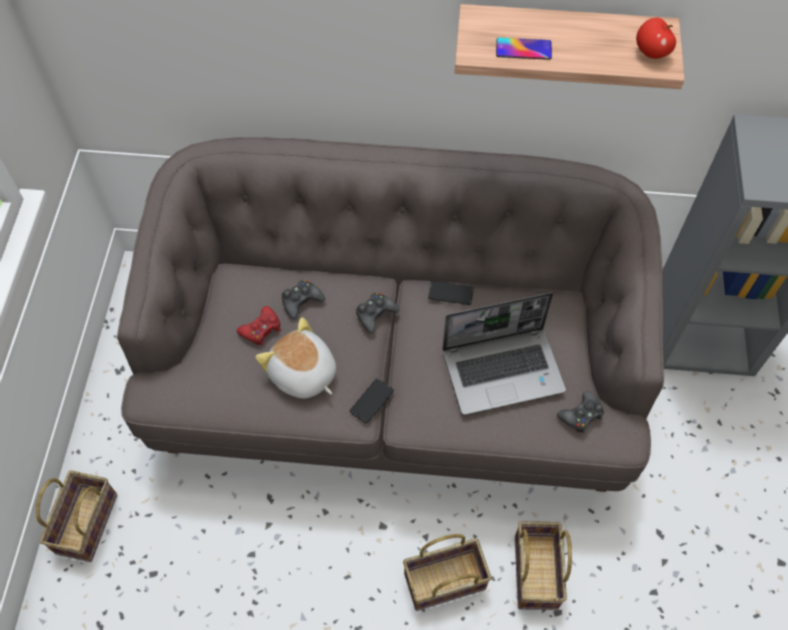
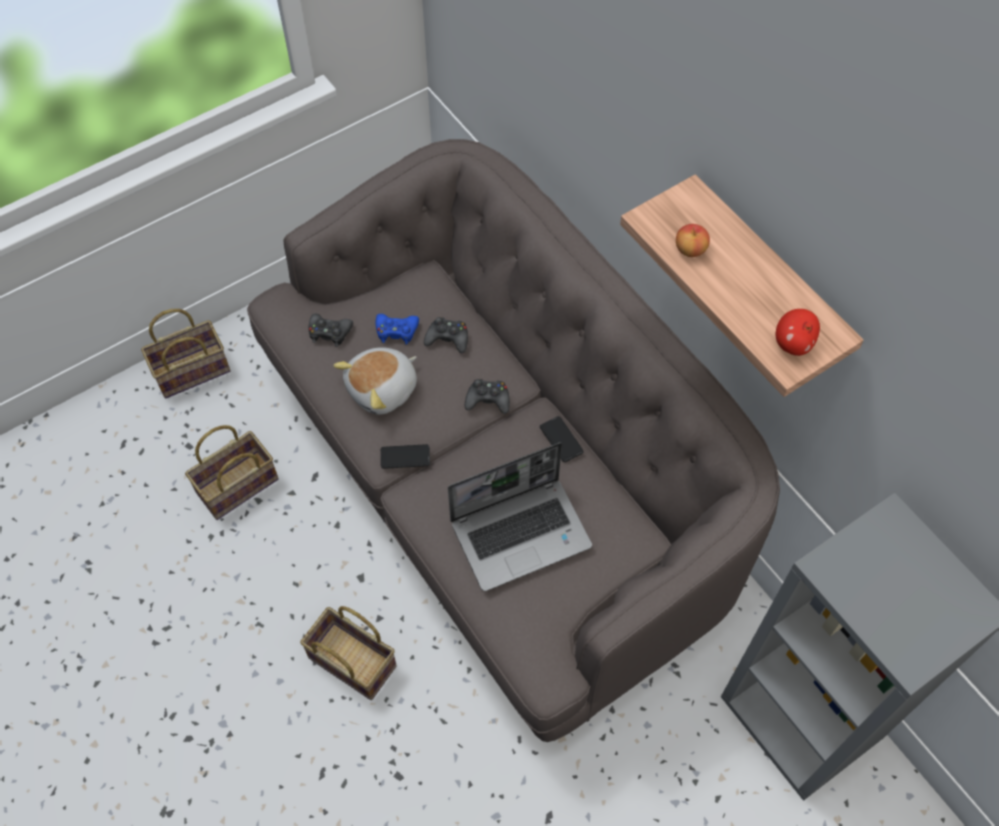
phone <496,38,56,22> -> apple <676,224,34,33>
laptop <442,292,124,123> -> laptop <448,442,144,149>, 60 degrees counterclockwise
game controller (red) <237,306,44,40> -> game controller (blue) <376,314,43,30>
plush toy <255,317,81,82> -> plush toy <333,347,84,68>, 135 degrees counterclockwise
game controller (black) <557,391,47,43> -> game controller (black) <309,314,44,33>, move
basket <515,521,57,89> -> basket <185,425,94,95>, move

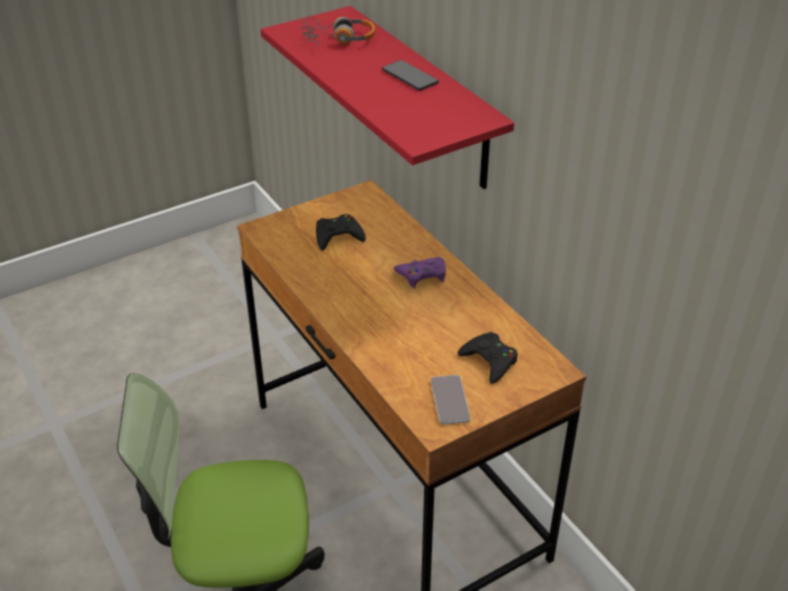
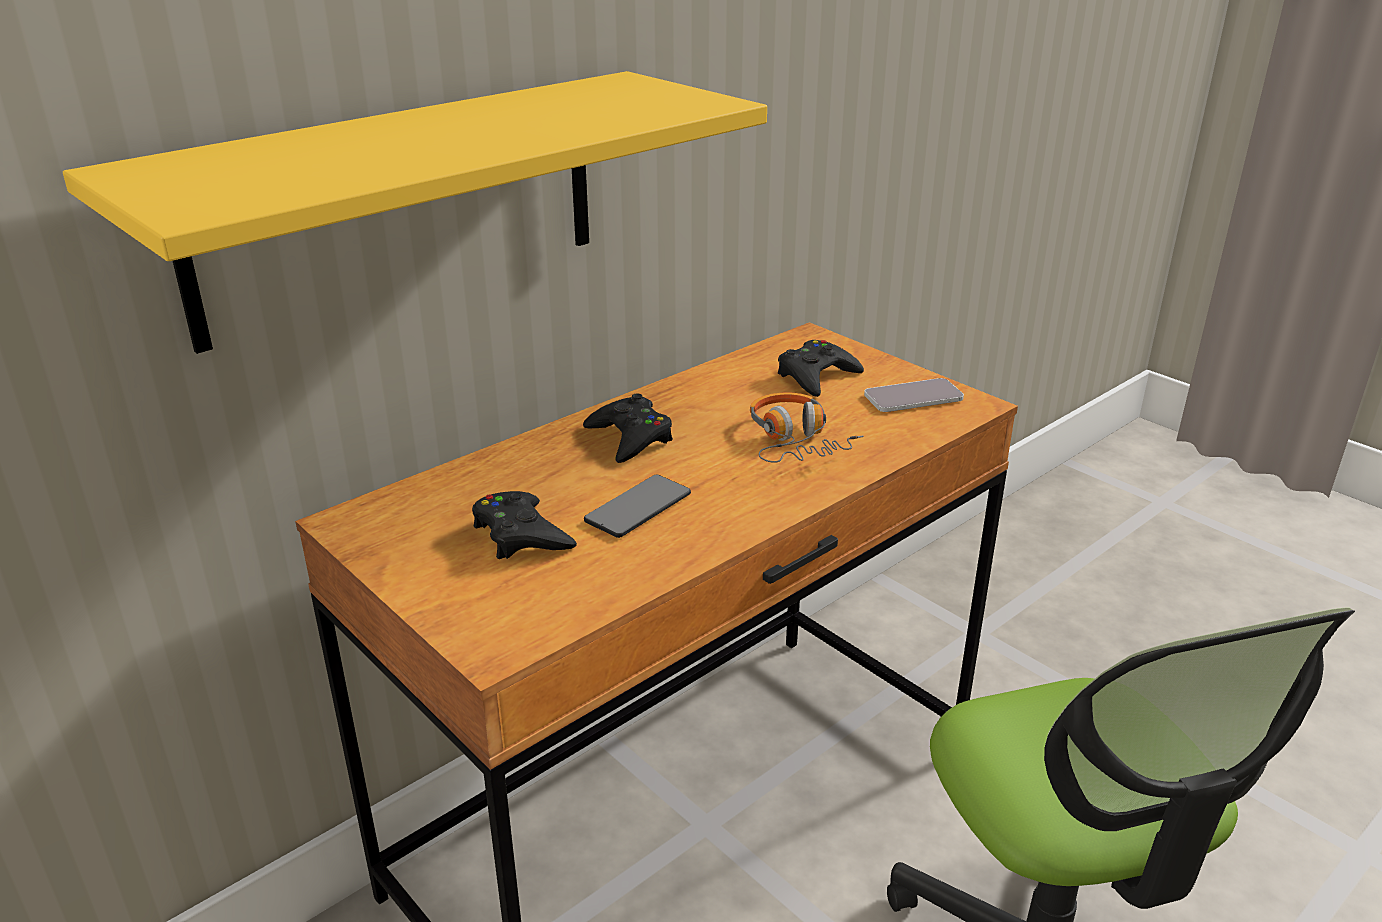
shelf (red) <261,6,253,183> -> shelf (yellow) <63,71,704,283>
headphones <301,17,74,29> -> headphones <750,393,113,70>, move
phone <382,60,57,31> -> phone <584,474,107,64>, move
game controller (purple) <394,257,52,31> -> game controller (black) <583,394,90,69>

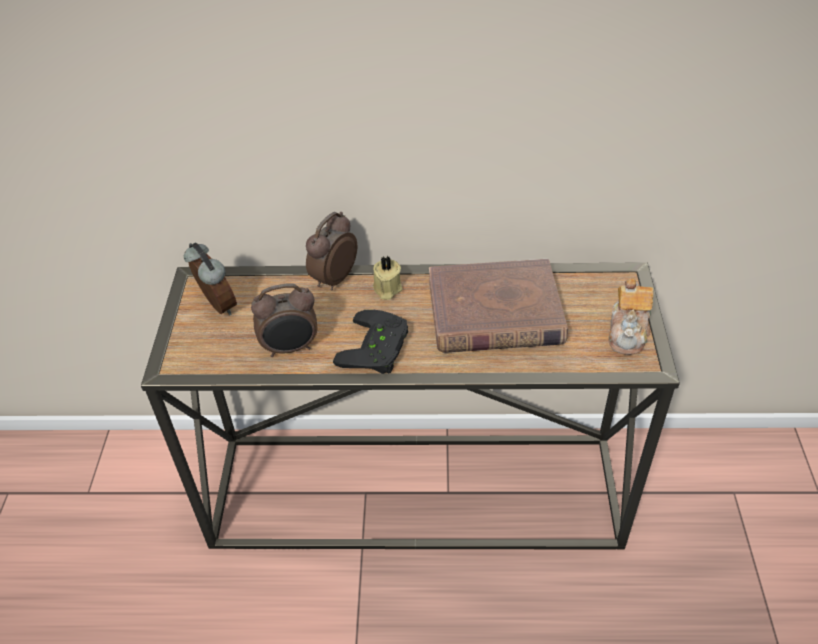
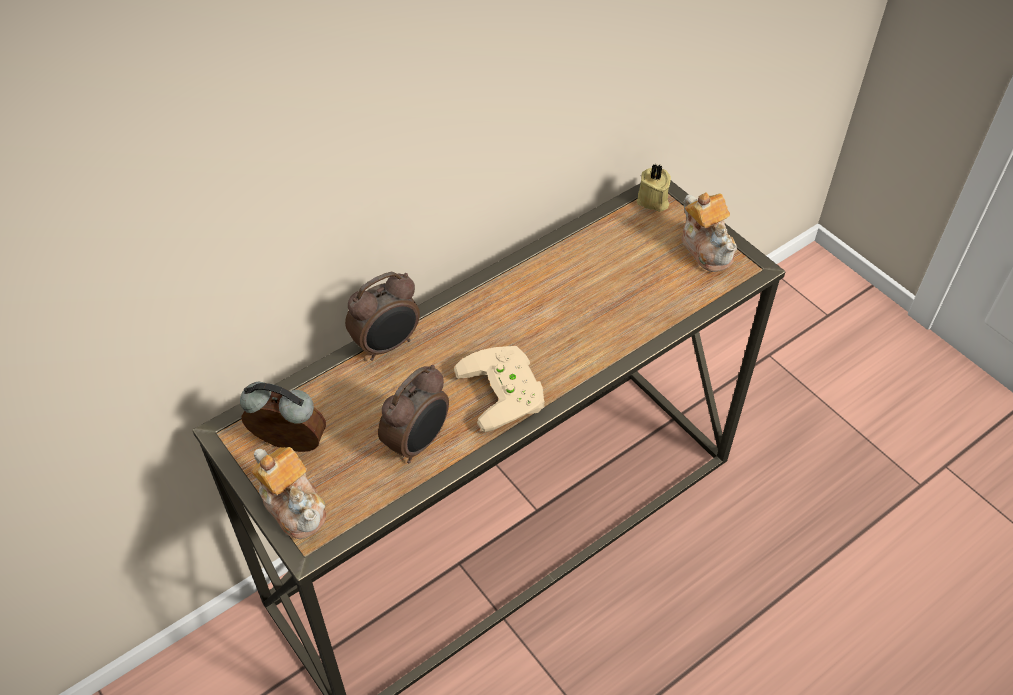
alarm clock <306,212,51,79> -> alarm clock <345,272,75,89>, 120 degrees counterclockwise
candle (beige) <373,256,29,44> -> candle (beige) <637,163,34,49>, move
book (brown) <429,259,139,94> -> none
game controller (black) <333,310,75,64> -> game controller (beige) <454,346,91,86>
none -> teapot <251,447,75,92>

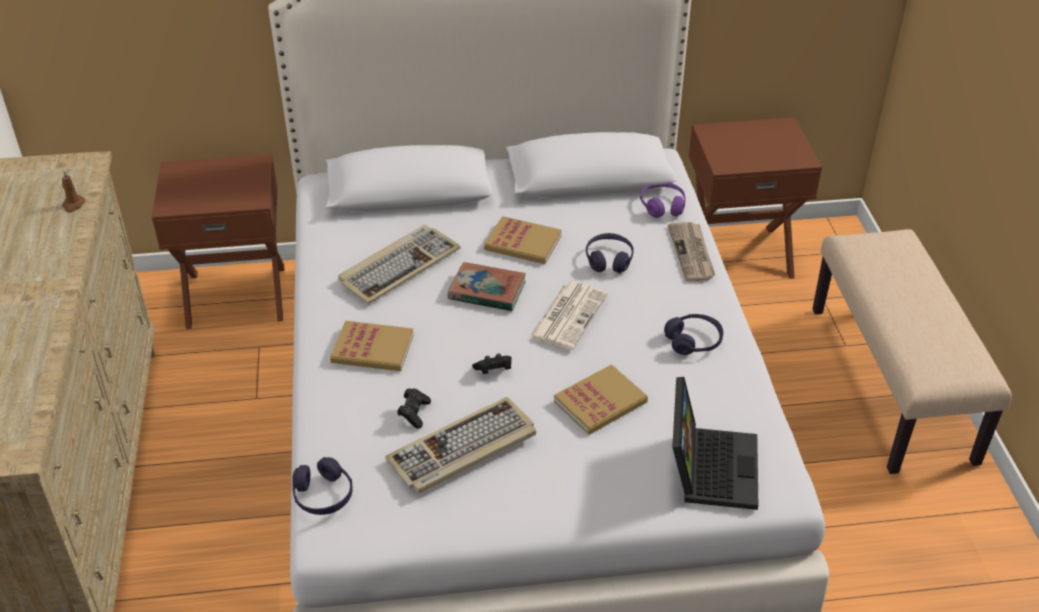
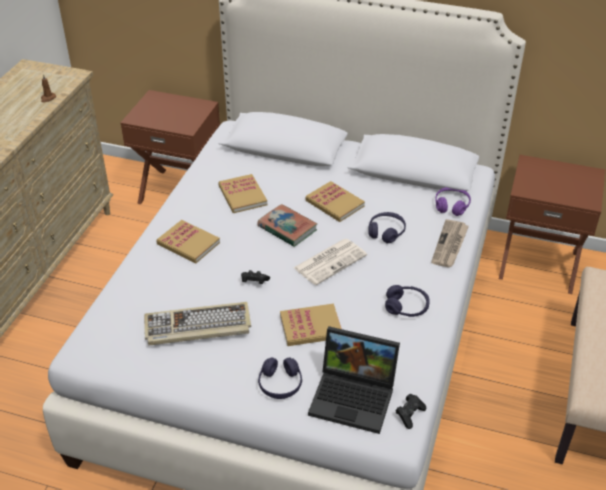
keyboard <338,224,122,80> -> book <218,174,49,39>
laptop <672,377,86,133> -> laptop <308,326,92,108>, 75 degrees clockwise
game controller (black) <397,388,34,41> -> game controller (black) <396,394,30,35>, move
headphones (purple) <292,457,61,58> -> headphones (purple) <258,357,44,42>, move

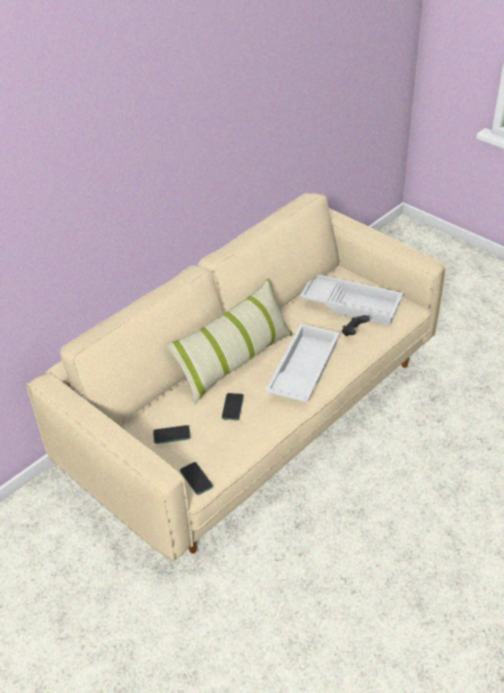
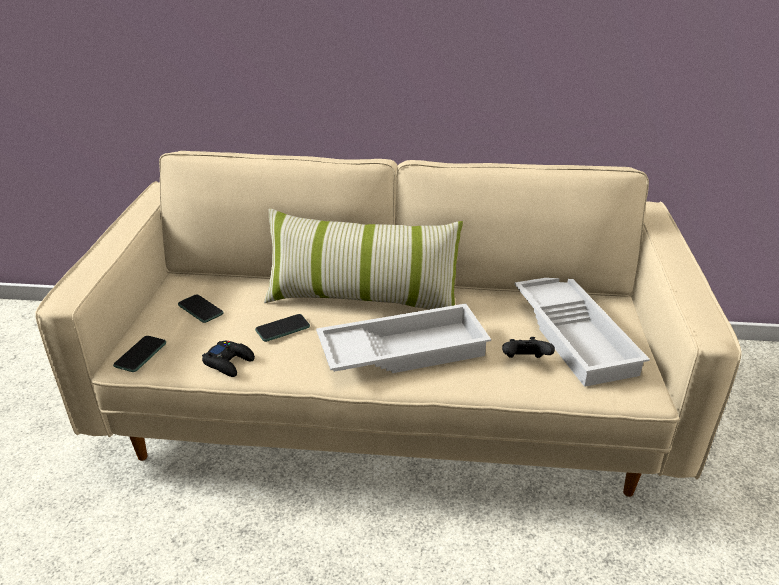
none -> game controller (black) <202,341,53,36>

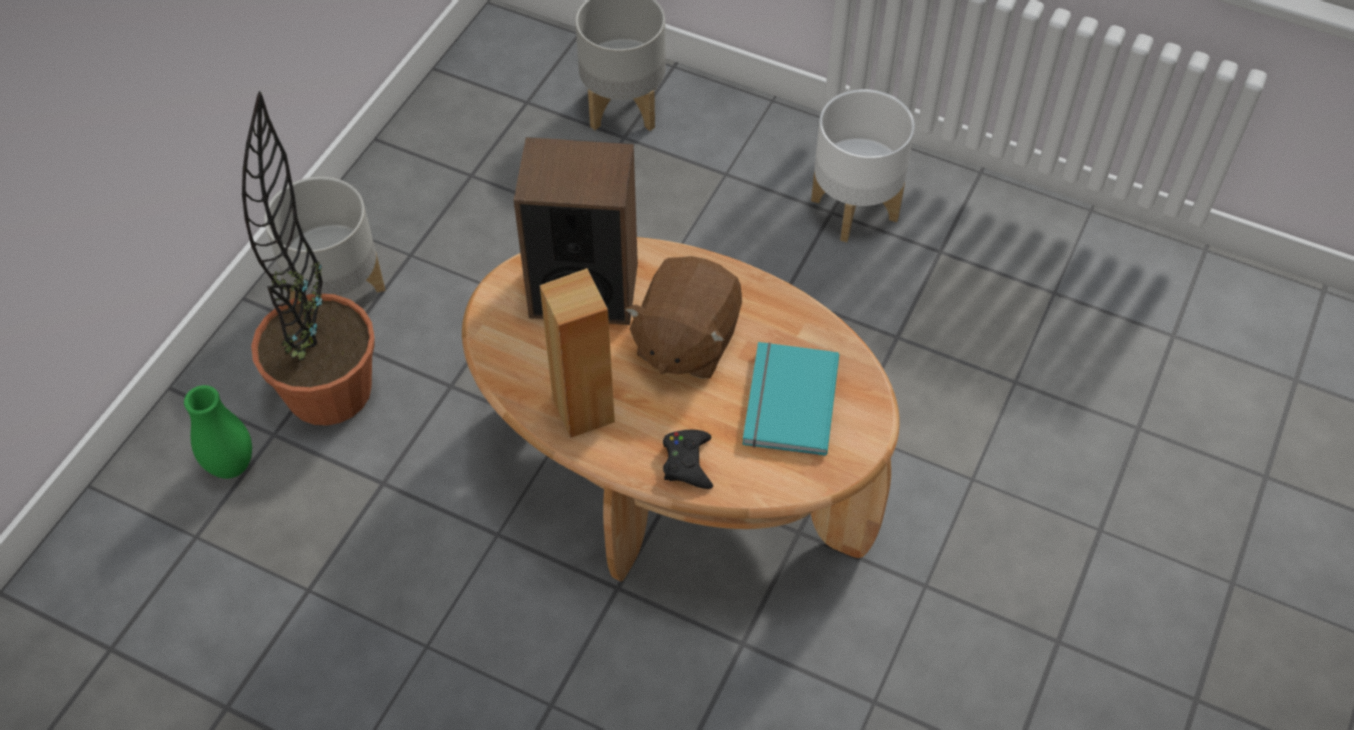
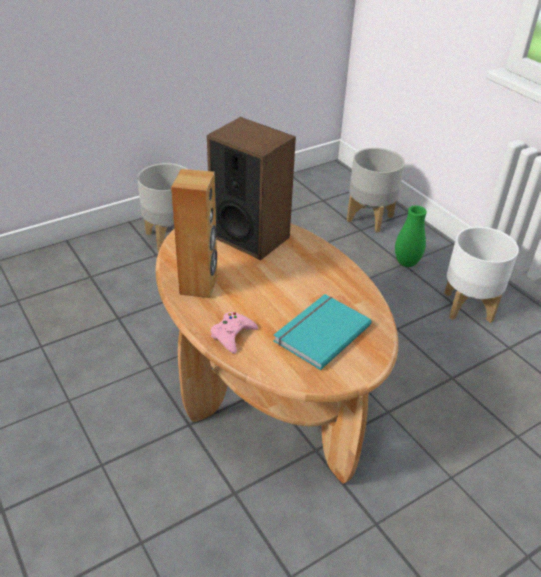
potted plant <242,91,132,335> -> none
plush toy (brown) <625,256,117,123> -> none
vase (green) <184,385,68,94> -> vase (green) <395,205,32,62>, move
game controller (black) <663,430,50,59> -> game controller (pink) <211,312,47,42>

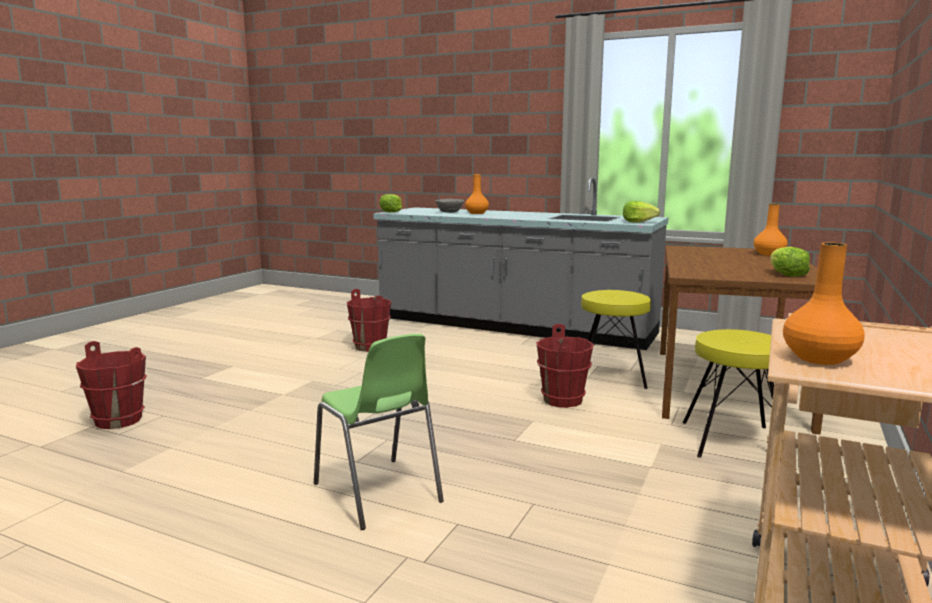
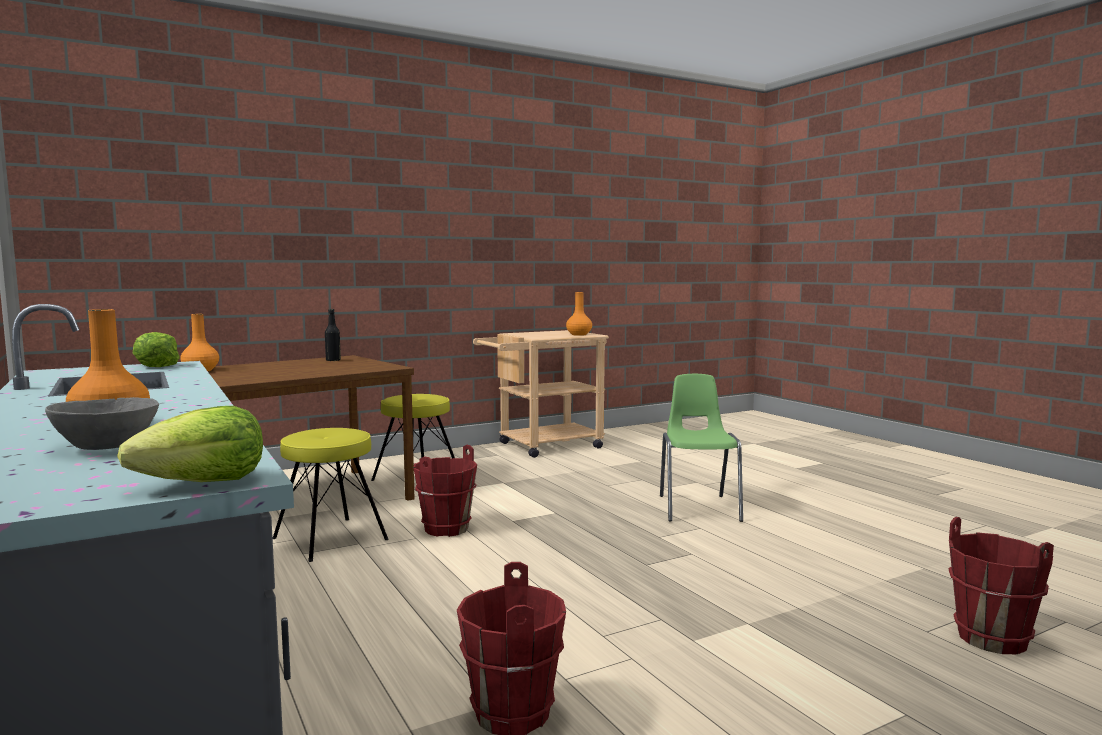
lettuce <770,247,40,30> -> bottle (black) <325,309,16,52>

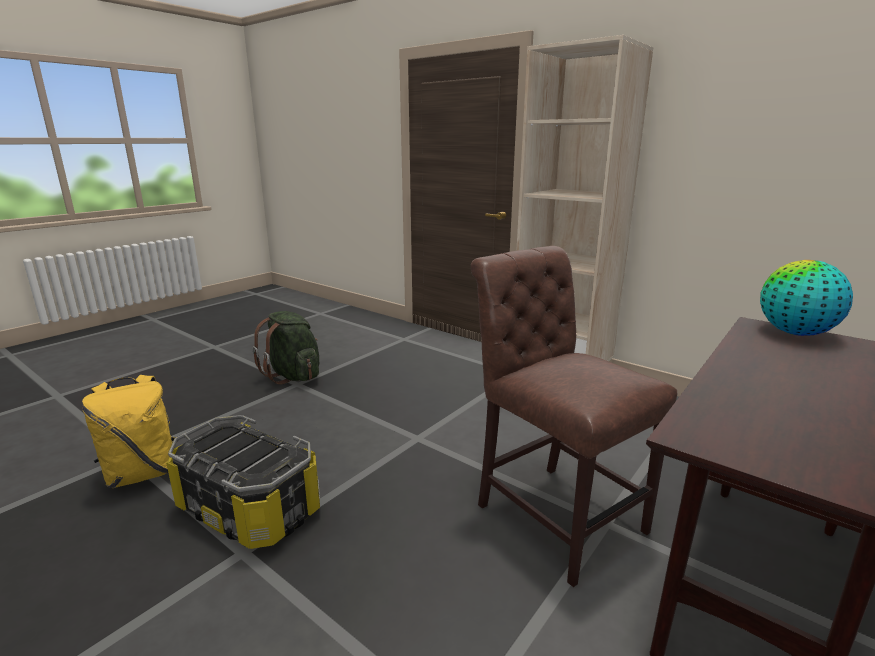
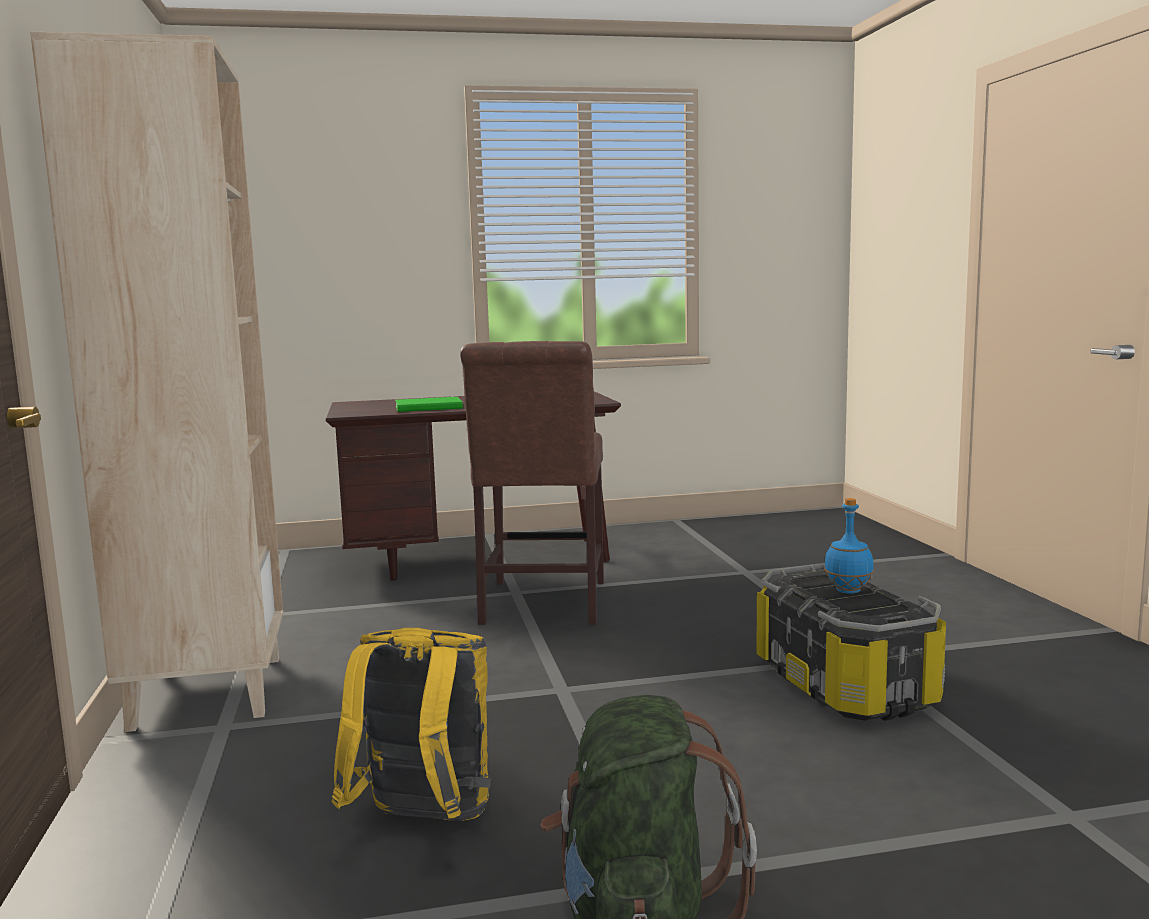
globe <760,260,93,76> -> none
backpack (yellow) <82,375,97,113> -> backpack (yellow) <332,628,160,193>, move
none -> book (green) <395,397,68,15>
none -> bottle (blue) <824,498,50,96>

